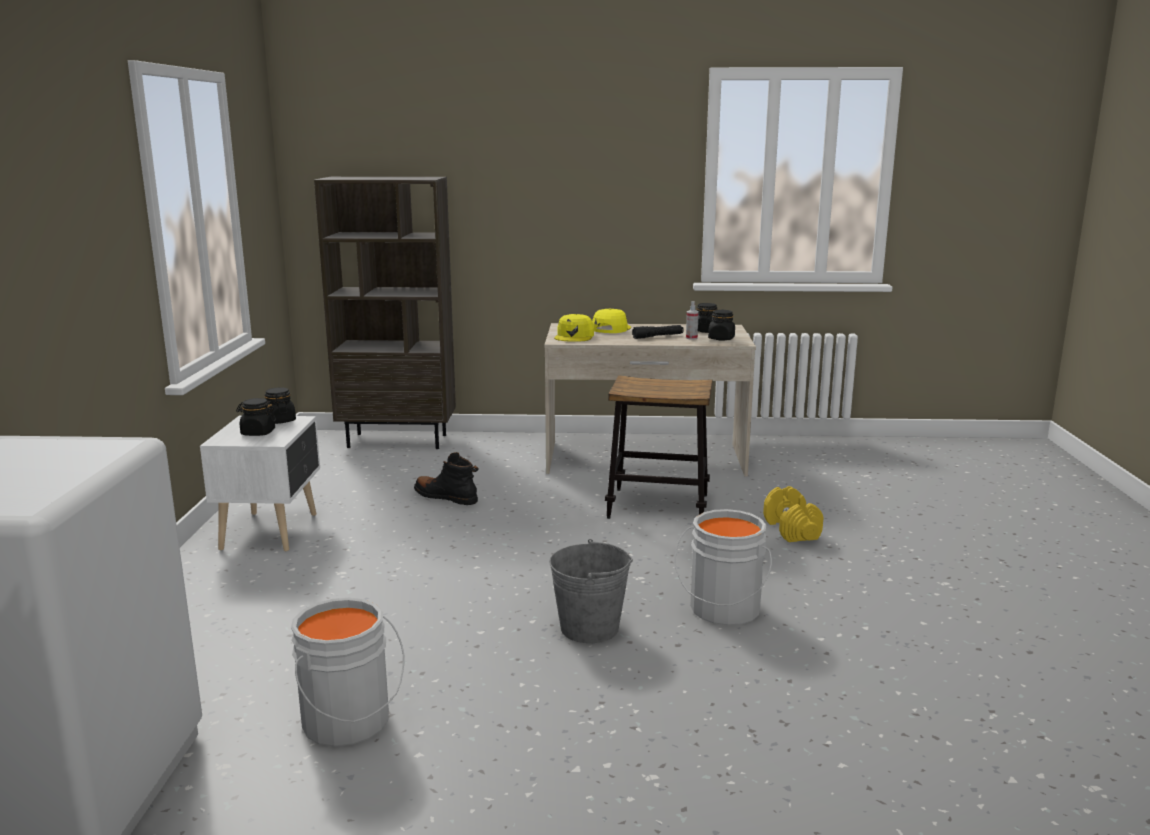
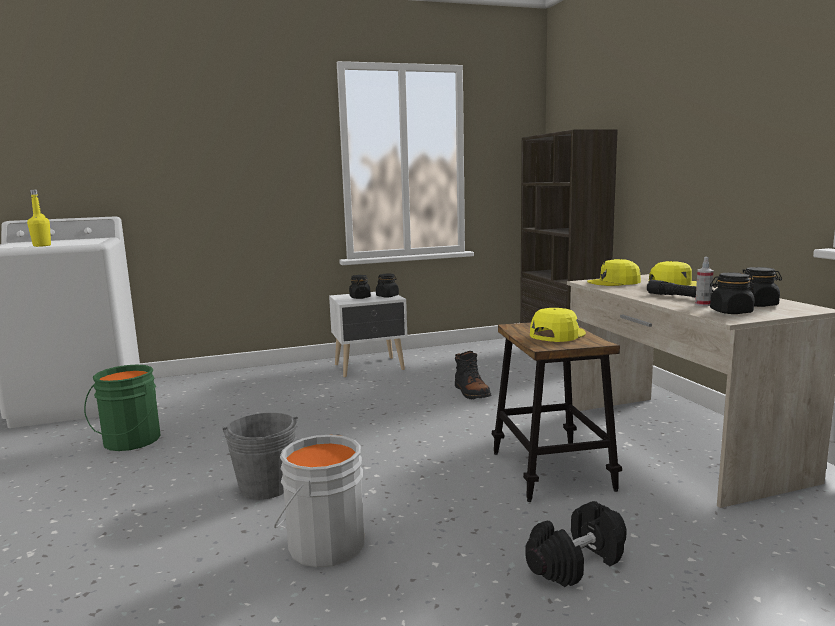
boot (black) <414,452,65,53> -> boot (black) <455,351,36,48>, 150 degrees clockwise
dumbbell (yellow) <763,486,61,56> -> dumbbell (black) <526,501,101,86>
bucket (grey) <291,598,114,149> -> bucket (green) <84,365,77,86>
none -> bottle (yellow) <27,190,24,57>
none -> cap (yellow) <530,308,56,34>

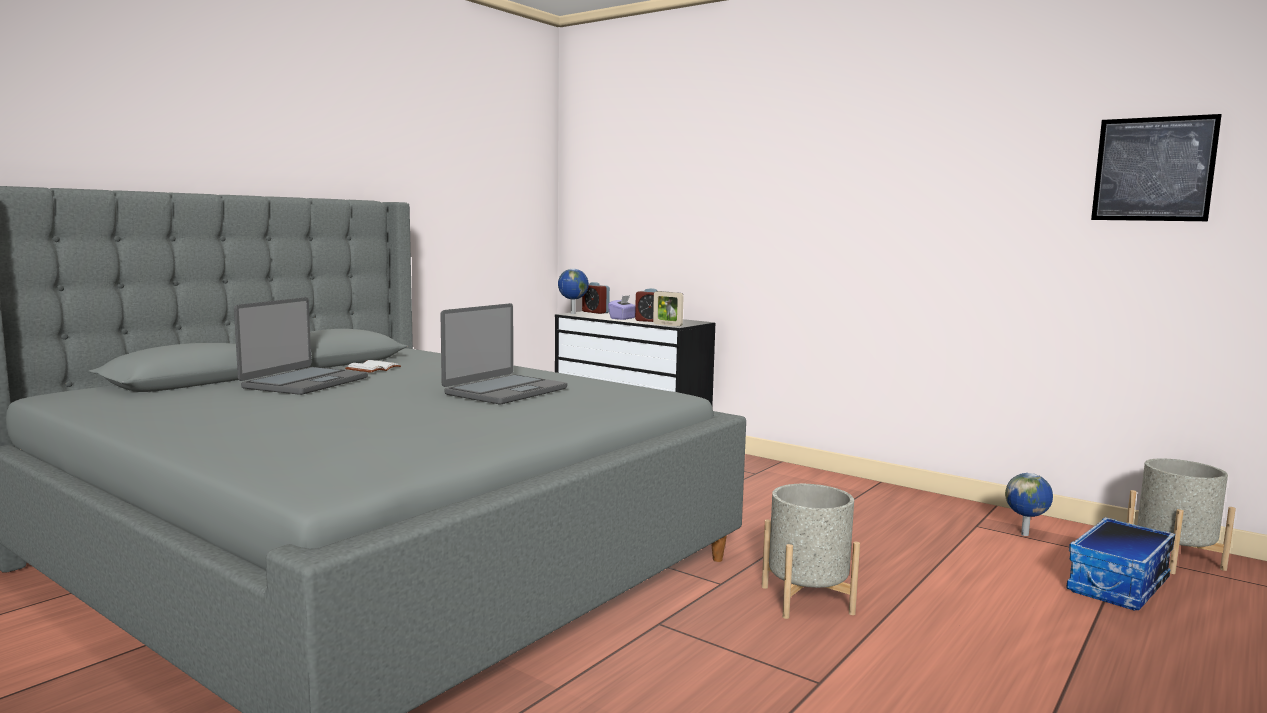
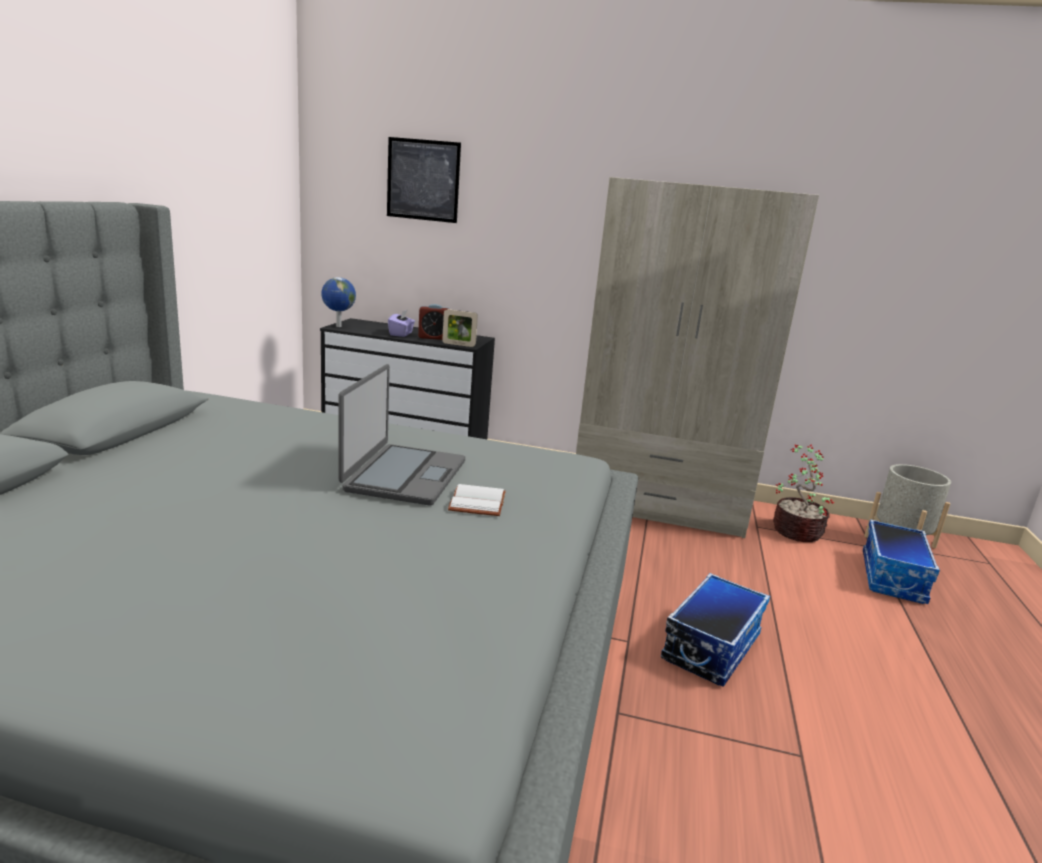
picture <1091,114,131,107> -> picture <387,137,74,86>, move
alarm clock <582,282,28,32> -> none
laptop <234,297,134,98> -> none
book (white) <345,360,56,13> -> book (white) <448,484,58,32>, move
globe <1005,473,48,63> -> potted plant <773,444,62,98>
planter (grey) <762,484,98,135> -> storage box <661,573,109,114>
none -> wardrobe (beige) <576,177,243,361>

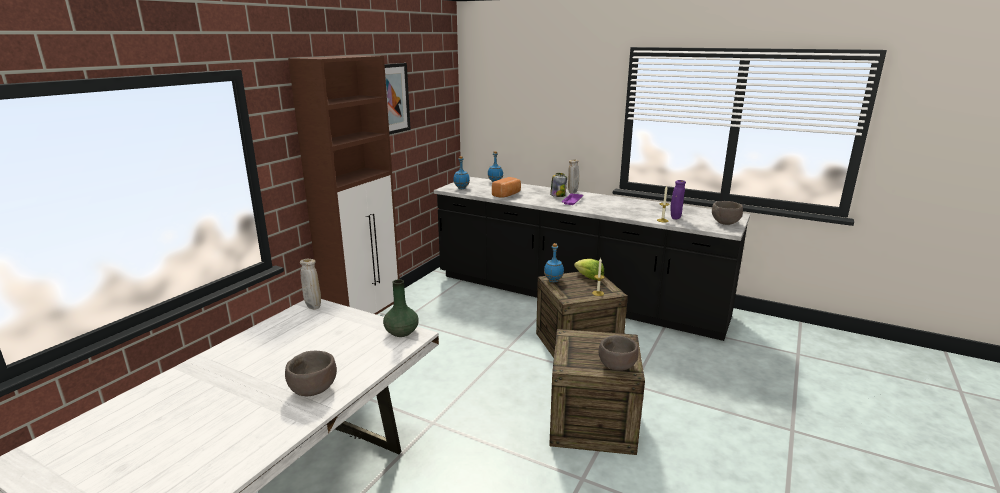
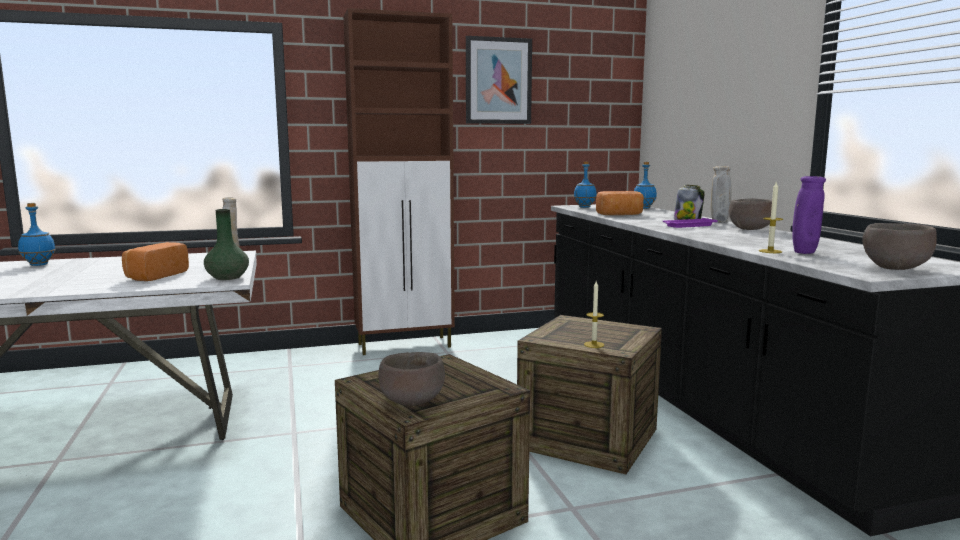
bottle (blue) <544,243,20,40> -> bottle (blue) <18,203,38,63>, move
lettuce <574,259,30,21> -> none
bowl (brown) <285,351,52,45> -> bowl (brown) <729,198,43,32>, move
none -> bread <122,242,67,39>

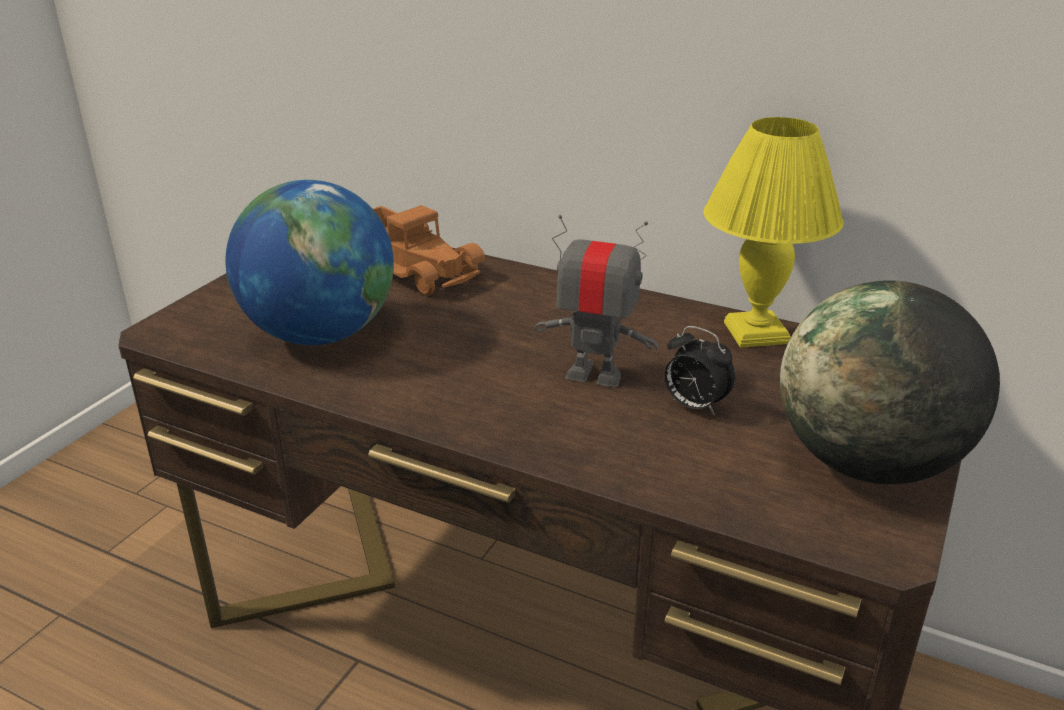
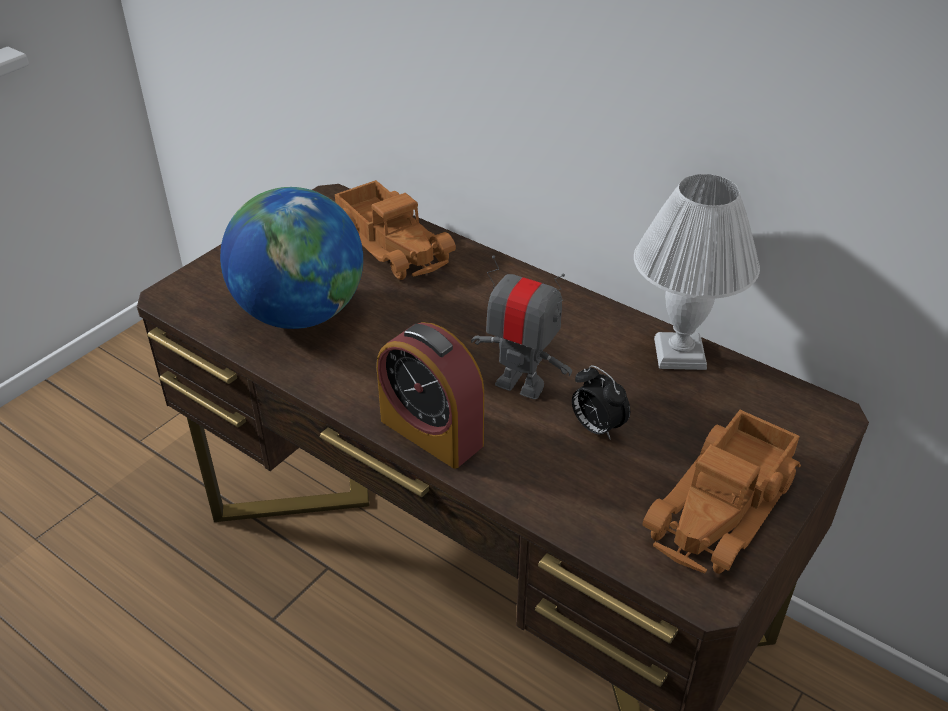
table lamp (yellow) <703,117,140,231> -> table lamp (white) <634,174,126,196>
globe <780,281,220,203> -> toy truck <642,410,159,164>
none -> alarm clock <377,322,107,147>

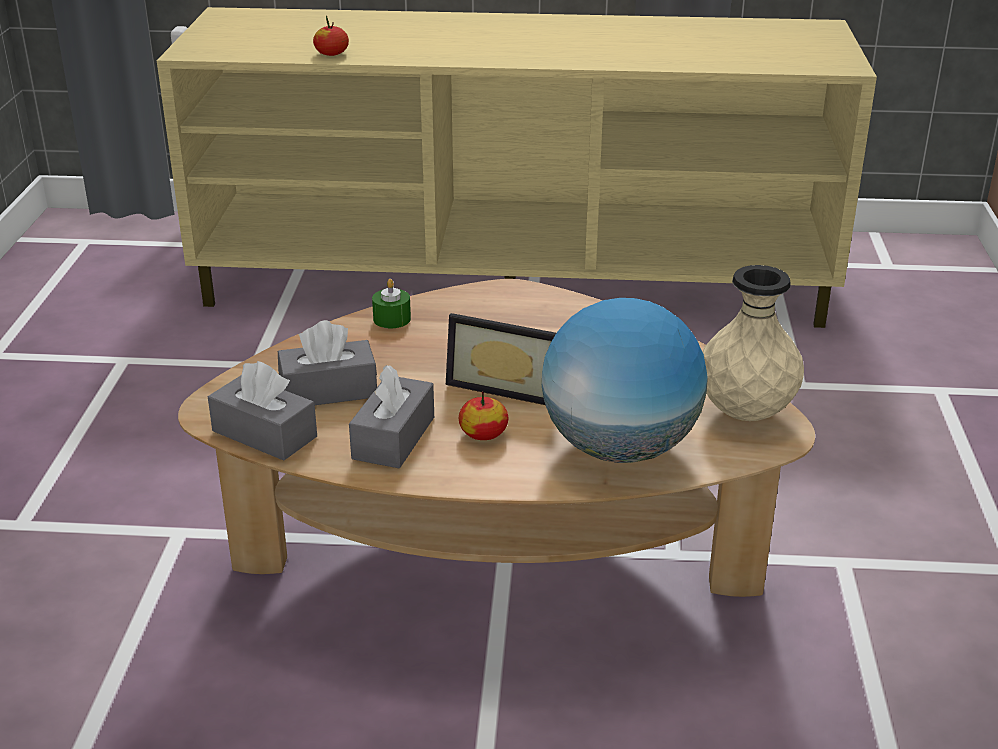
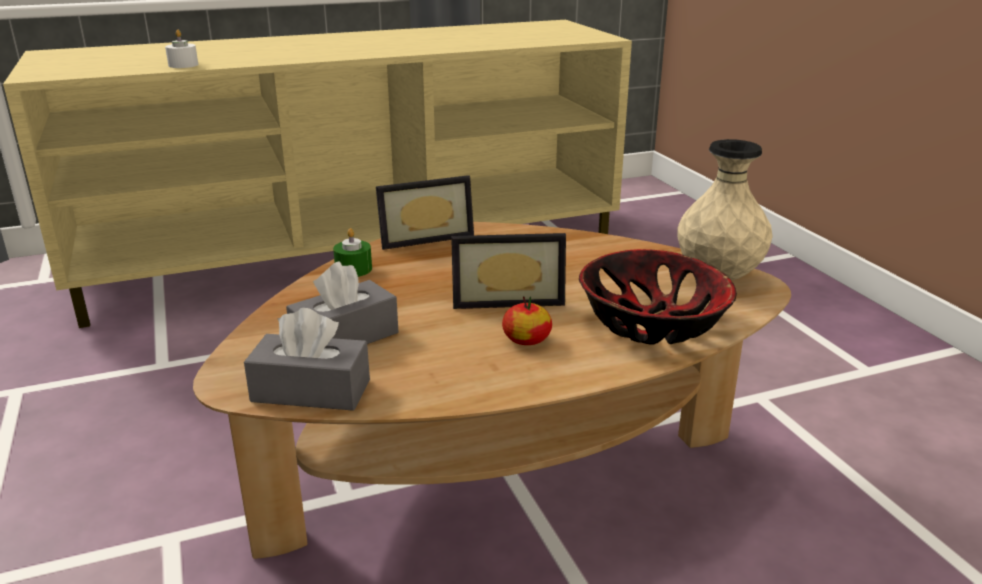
apple <313,16,36,40> -> candle (white) <165,30,33,38>
globe <542,298,166,165> -> bowl <579,249,158,96>
tissue box (grey) <349,365,85,103> -> none
none -> picture frame <376,175,98,75>

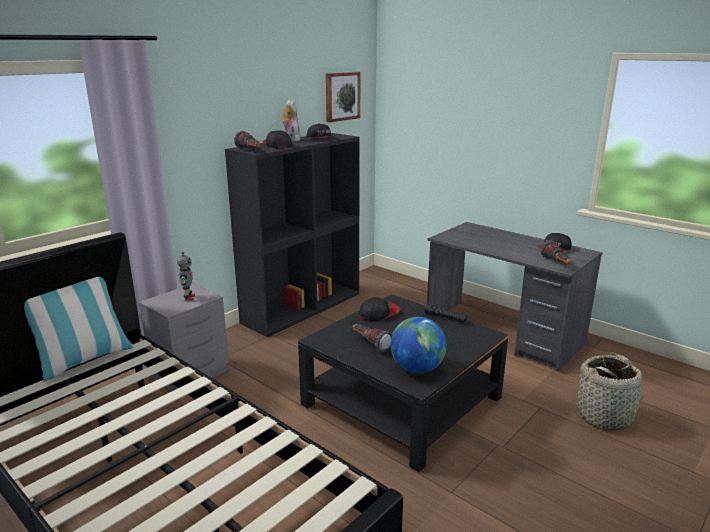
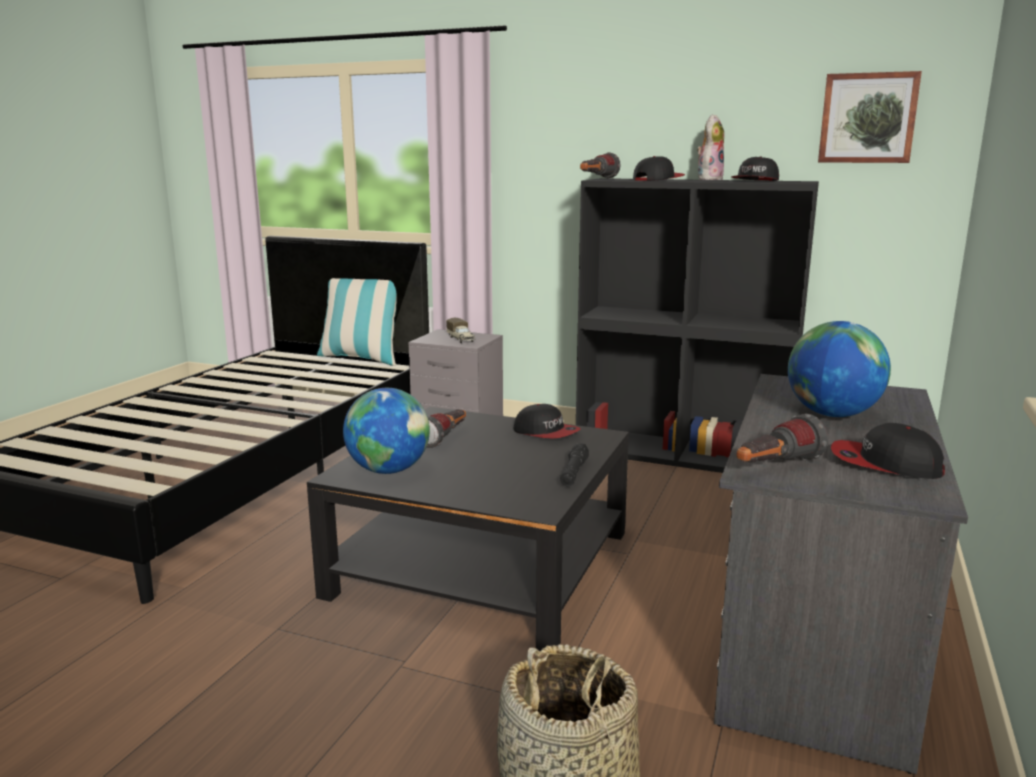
toy robot <177,252,18,49> -> toy truck <446,318,29,25>
none -> globe <788,321,103,96>

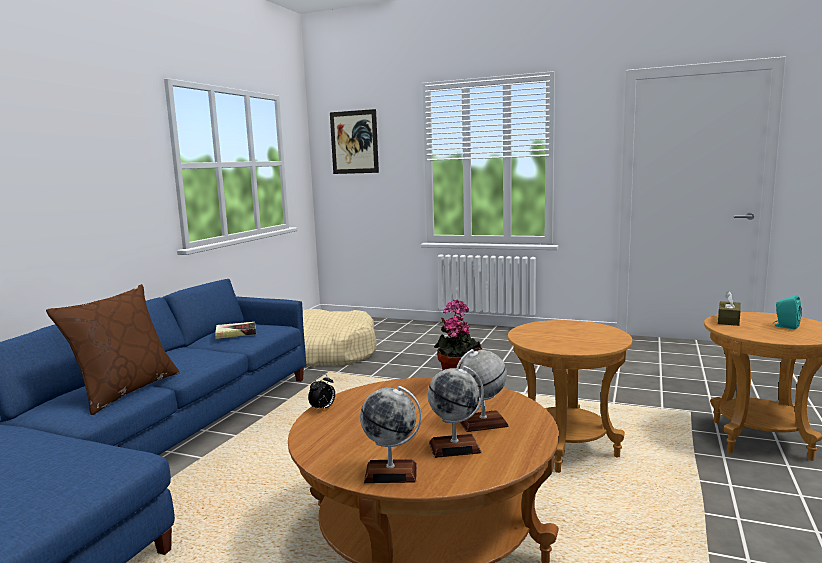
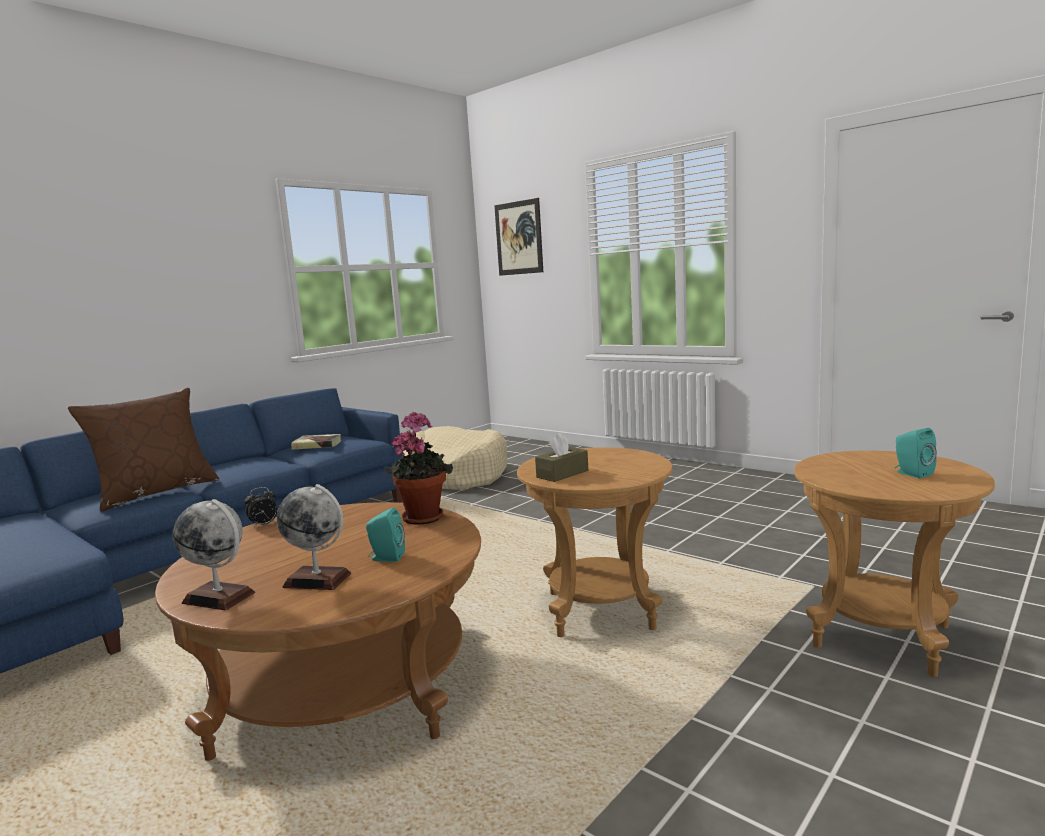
tissue box (brown) <718,291,23,35> -> tissue box (brown) <535,433,53,49>, move
globe <456,349,53,83> -> speaker (turquoise) <366,508,39,54>

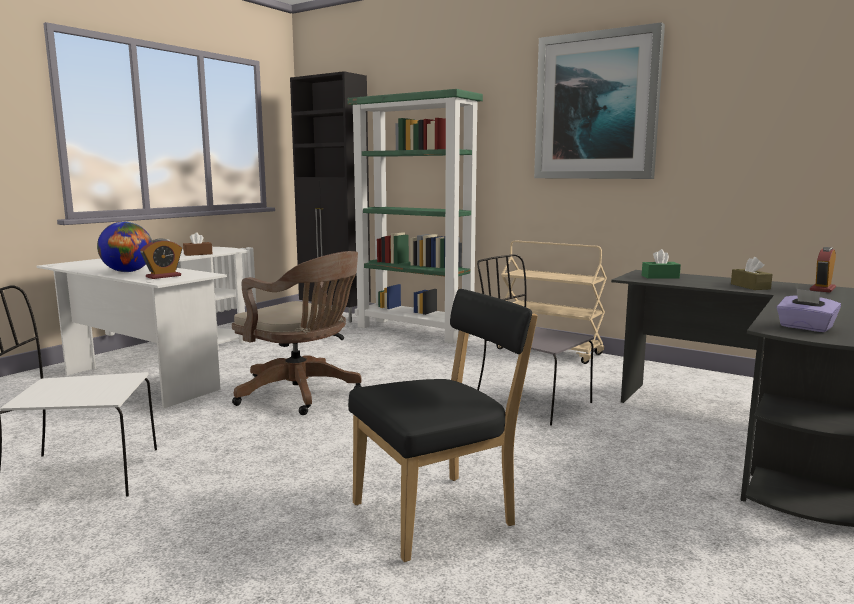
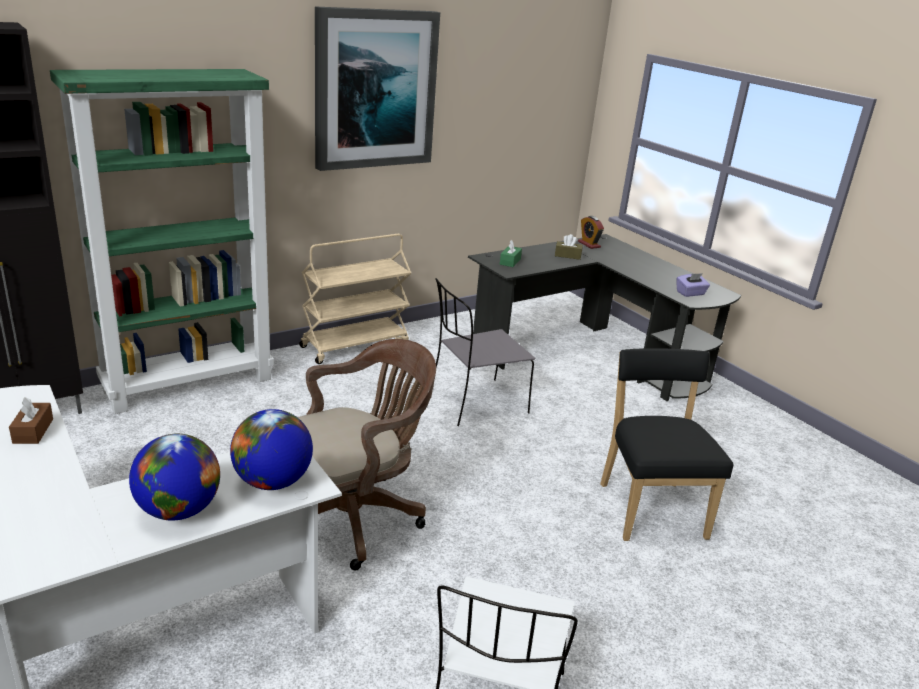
alarm clock <140,239,42,40> -> globe <230,409,83,81>

